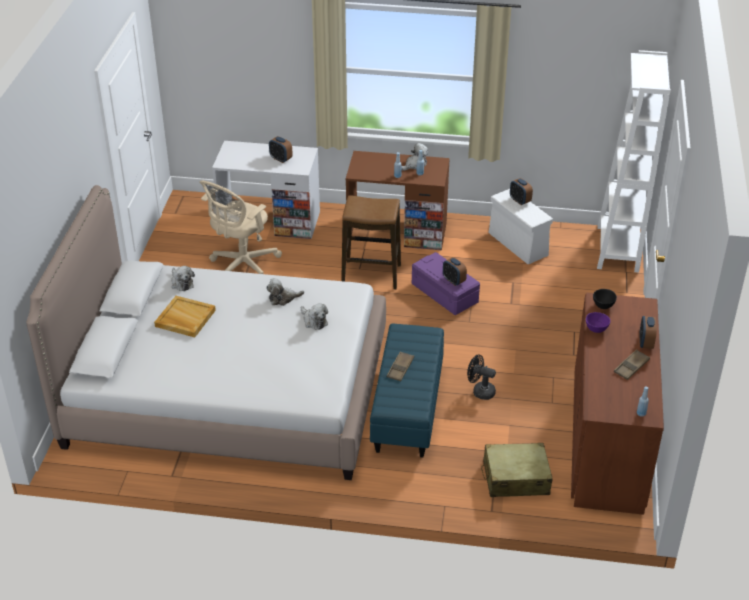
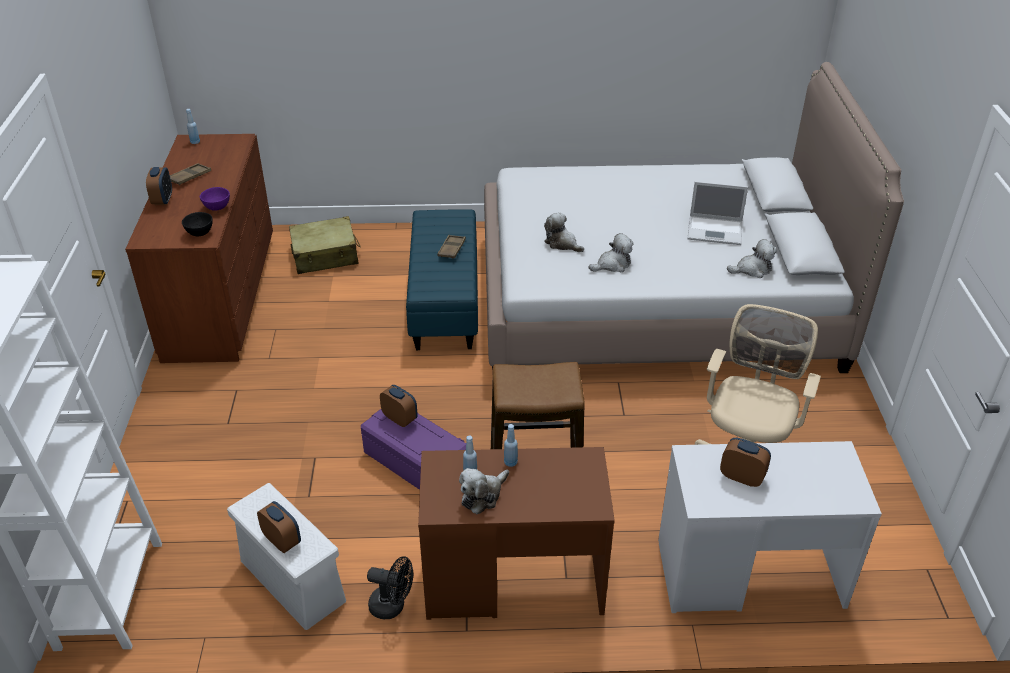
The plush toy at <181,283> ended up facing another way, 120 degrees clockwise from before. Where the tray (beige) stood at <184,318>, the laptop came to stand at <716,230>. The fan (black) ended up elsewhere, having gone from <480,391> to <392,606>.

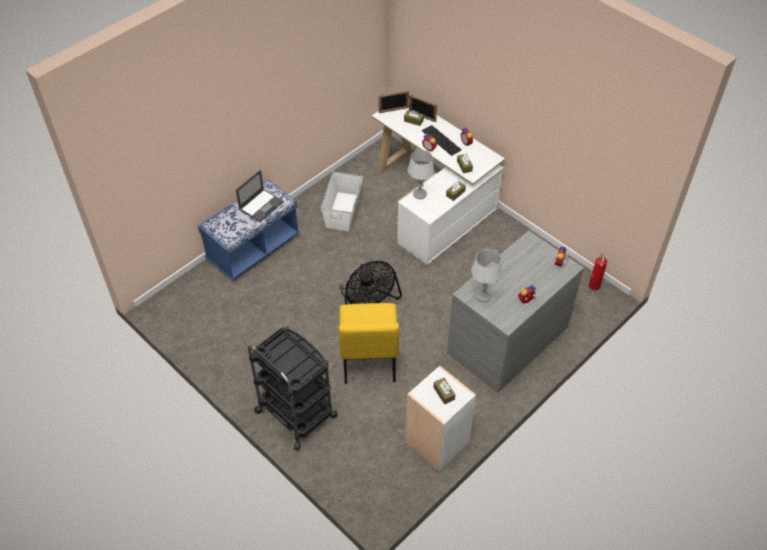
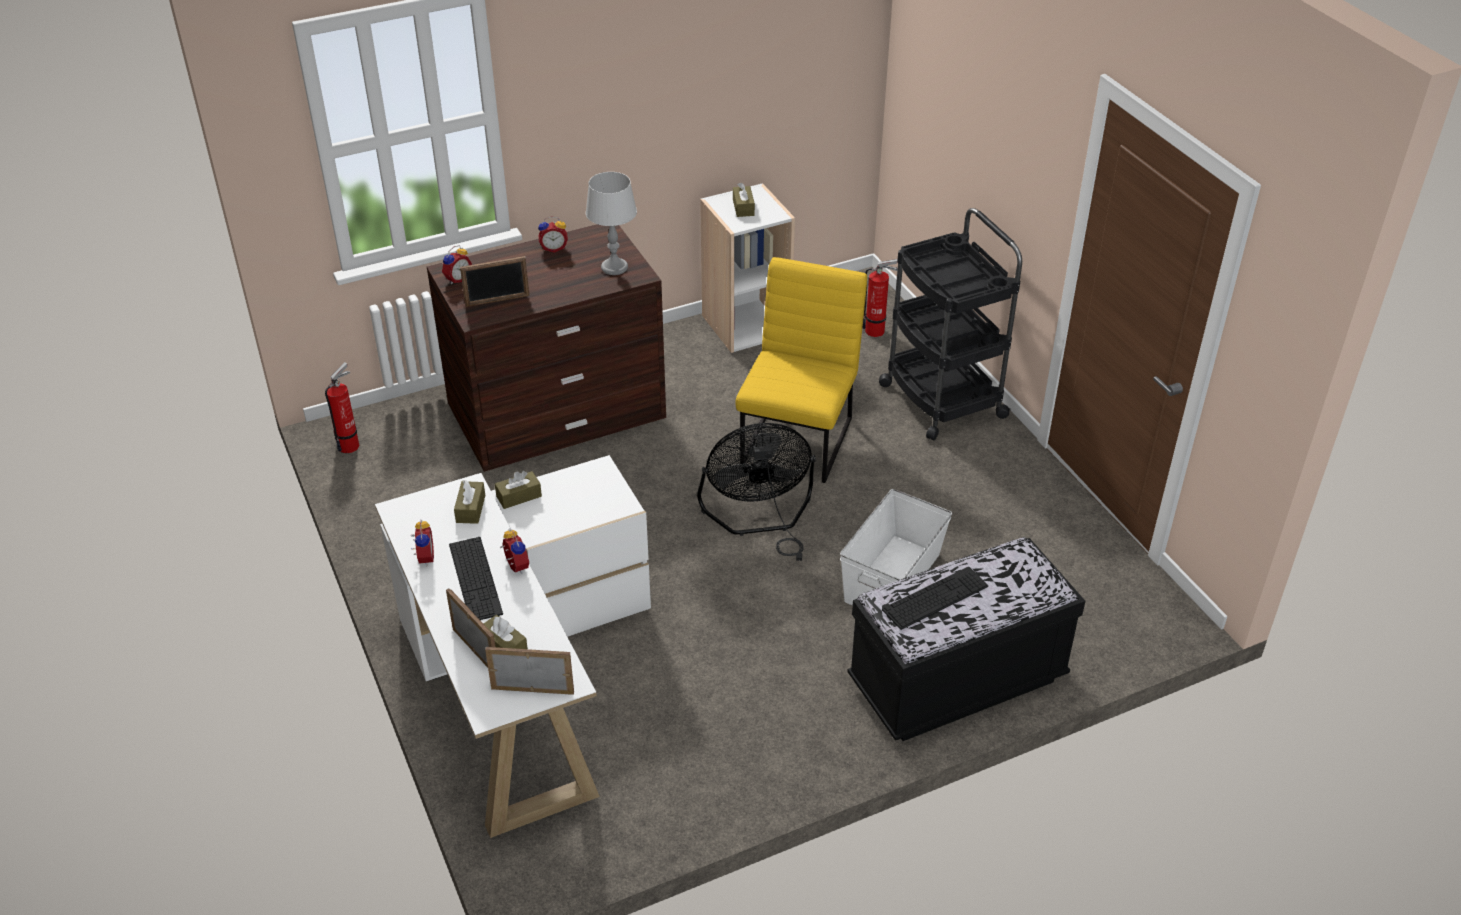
The second view lost the table lamp (grey) at <420,194>. Where the laptop stood at <261,205>, the keyboard came to stand at <935,598>. The storage box (white) ended up elsewhere, having gone from <343,211> to <891,577>. What was the bench (blue) at <253,248> turned into the bench (black) at <957,682>. What was the dresser (grey) at <507,339> turned into the dresser (brown) at <556,410>. The second view gained the picture frame at <497,301>. The second view gained the fire extinguisher at <877,331>.

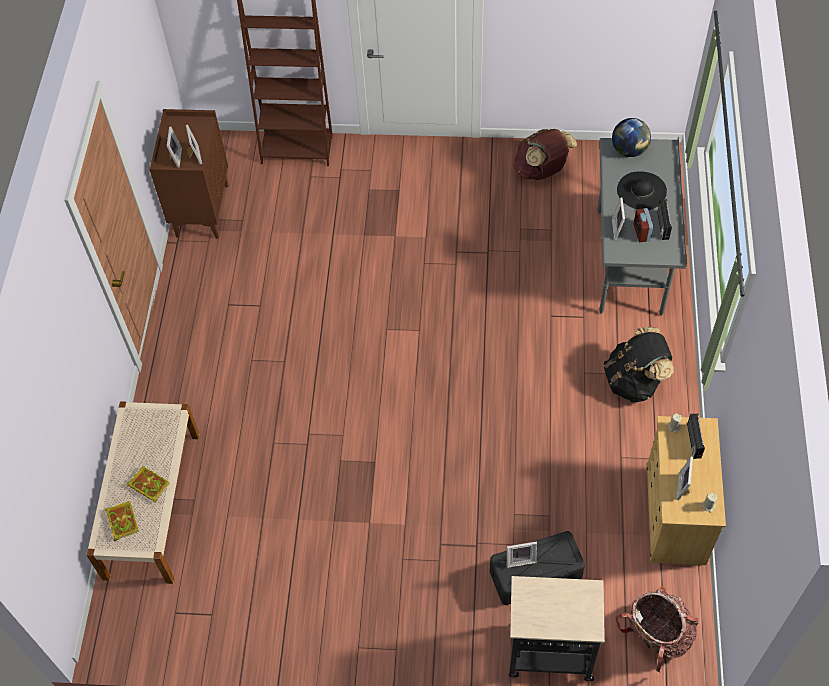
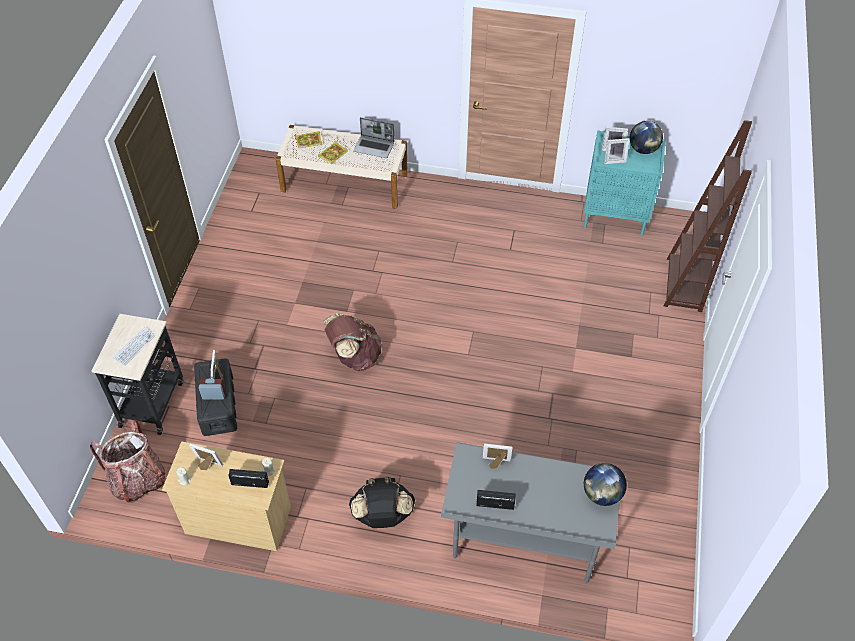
What was the cabinet (brown) at <202,210> turned into the cabinet (turquoise) at <615,218>. The backpack (brown) ended up elsewhere, having gone from <541,171> to <354,356>. The second view lost the hat (black) at <641,190>. The alarm clock ended up elsewhere, having gone from <641,232> to <213,395>. The second view gained the laptop at <374,147>. The second view gained the globe at <643,149>. The second view gained the keyboard at <134,347>.

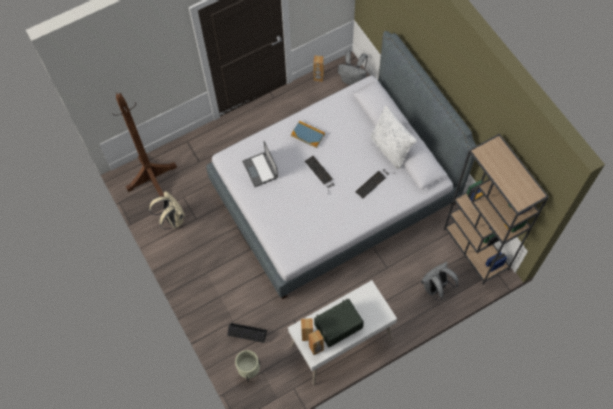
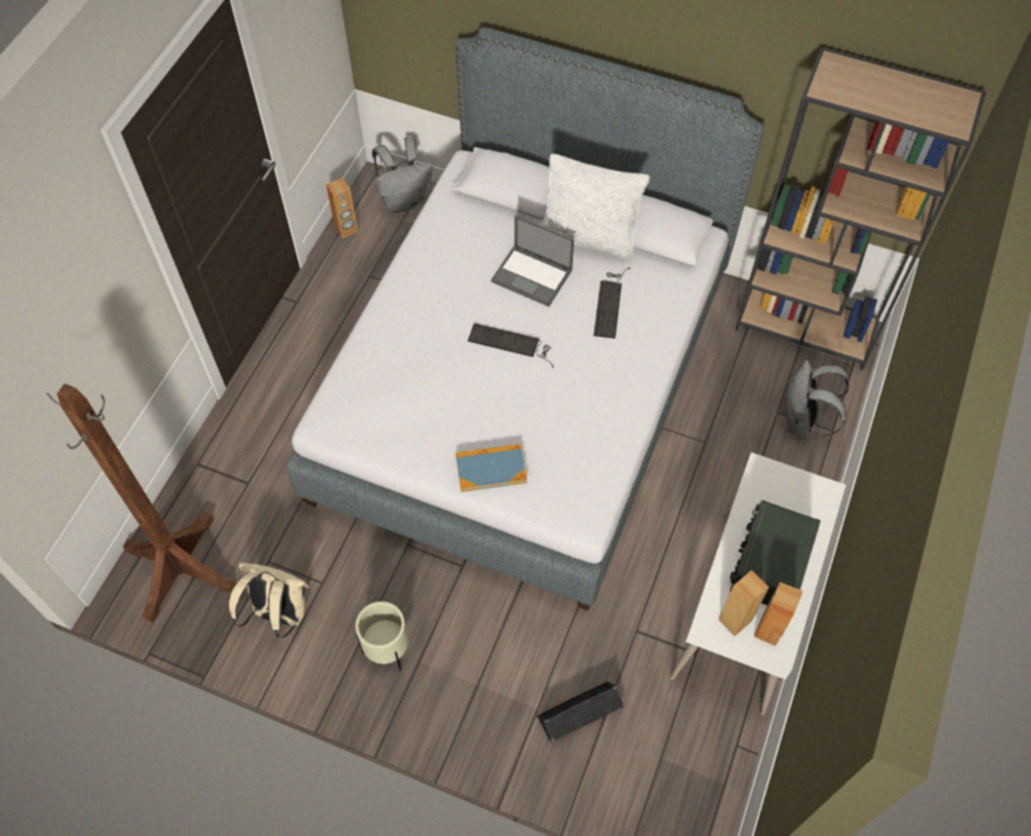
The book ended up elsewhere, having gone from <308,135> to <491,469>. The laptop ended up elsewhere, having gone from <260,170> to <533,276>. The planter (beige) ended up elsewhere, having gone from <249,370> to <388,650>.

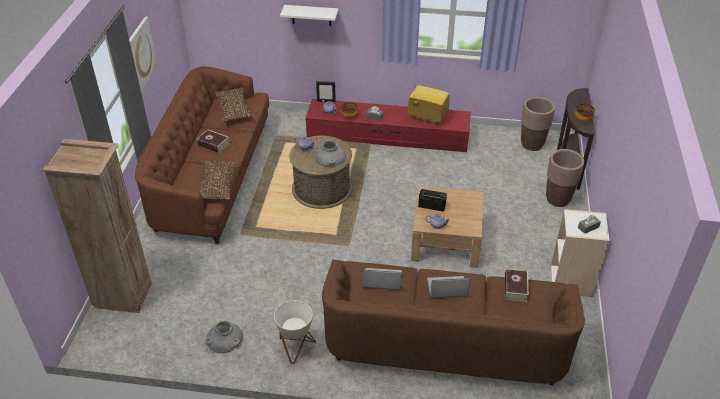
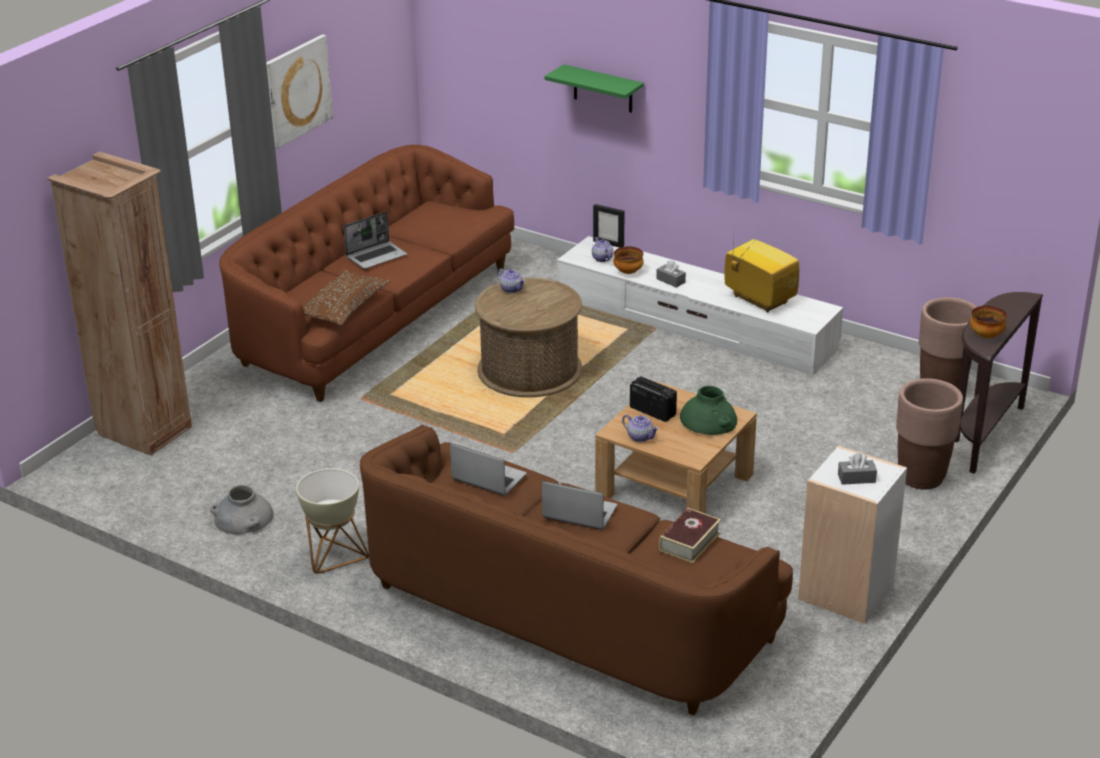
What was the shelf (white) at <311,15> turned into the shelf (green) at <603,89>. The second view lost the pillow (brown) at <234,109>. What was the tv stand (red) at <388,135> turned into the tv stand (white) at <695,322>. Where the book stood at <213,144>, the laptop came to stand at <376,256>. The second view lost the vase (grey) at <330,157>. The second view gained the vase (green) at <708,420>.

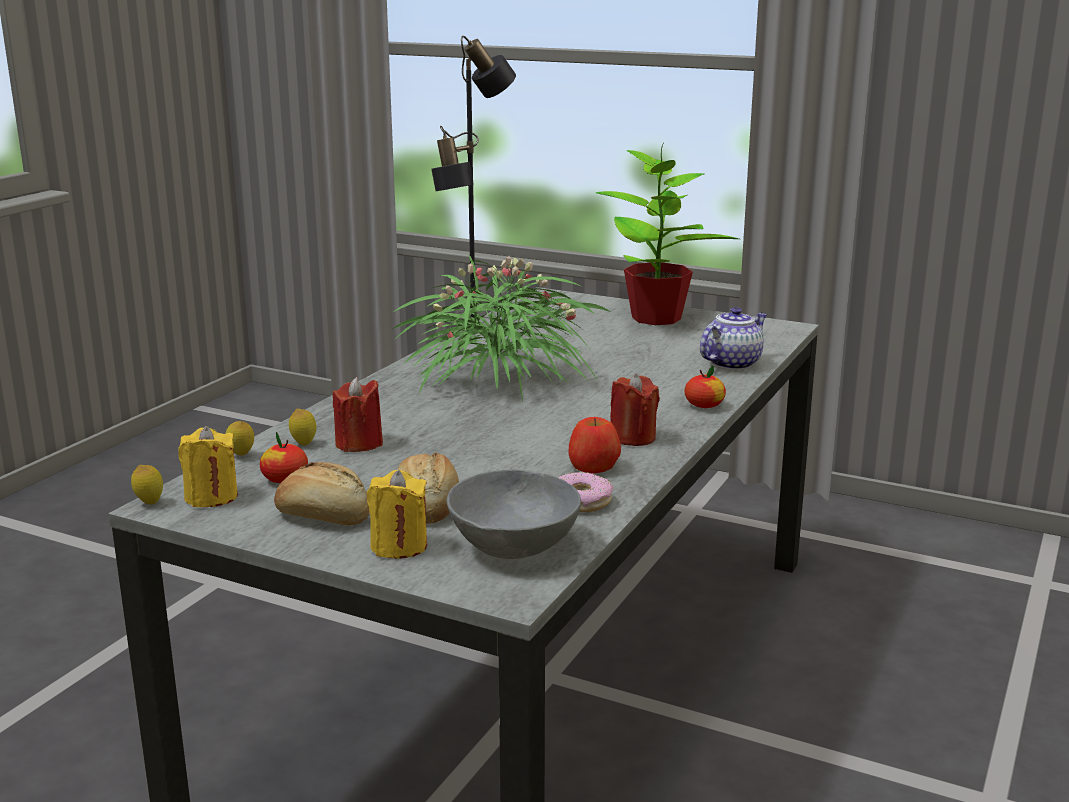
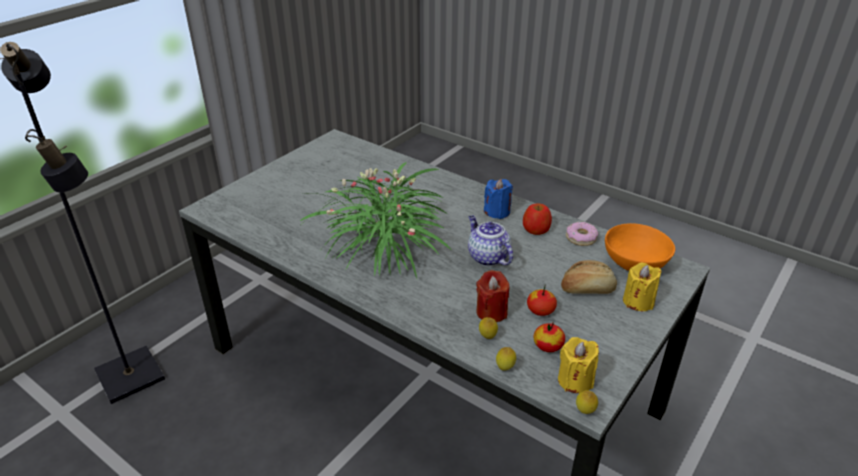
The second view lost the potted plant at <657,318>. The teapot ended up elsewhere, having gone from <732,363> to <487,257>. The apple ended up elsewhere, having gone from <704,405> to <540,310>. What was the candle (red) at <632,437> turned into the candle (blue) at <497,212>. The second view lost the bread at <324,516>. What was the bowl (grey) at <514,547> turned into the bowl (orange) at <634,264>.

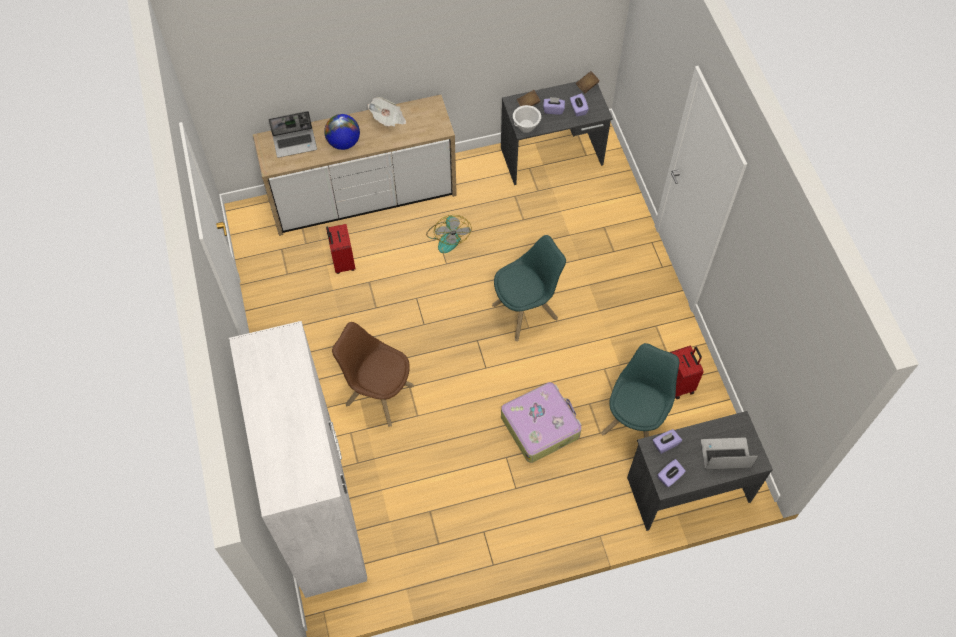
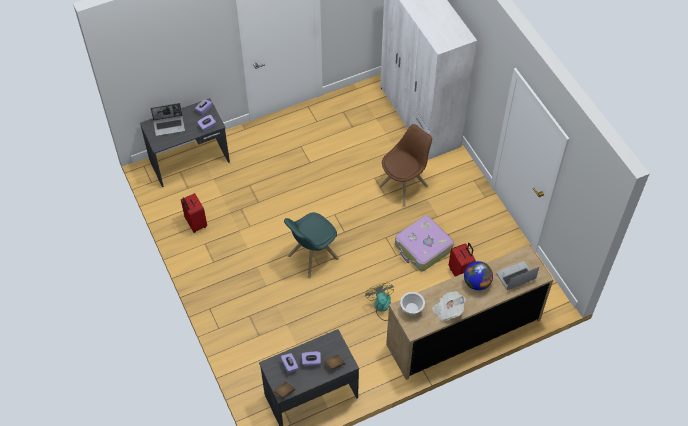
The bowl (white) ended up elsewhere, having gone from <526,127> to <412,309>. The chair (brown) at <379,395> ended up facing another way, 60 degrees counterclockwise from before. The second view lost the chair (turquoise) at <635,422>. The suitcase ended up elsewhere, having gone from <540,425> to <423,248>.

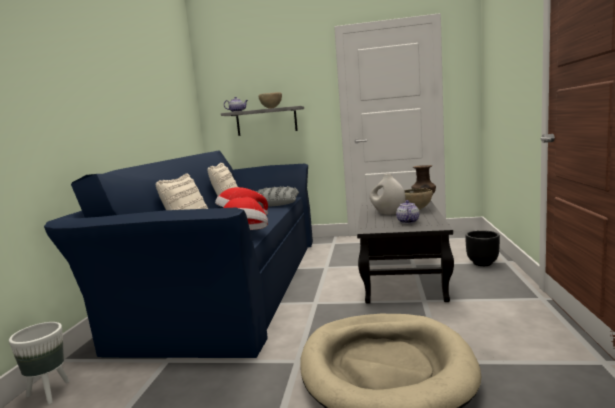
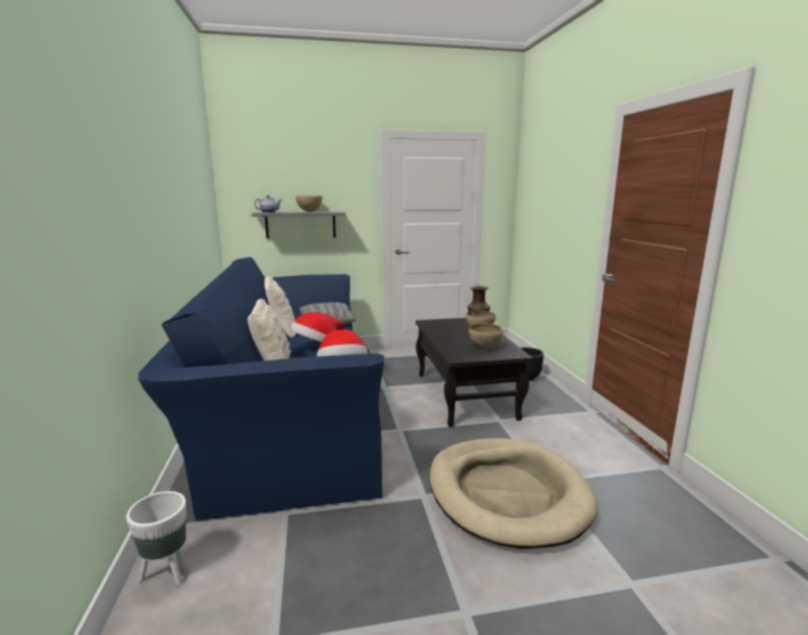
The second view lost the vase (white) at <387,213>. Where the teapot stood at <407,221>, the bowl (brown) came to stand at <484,347>.

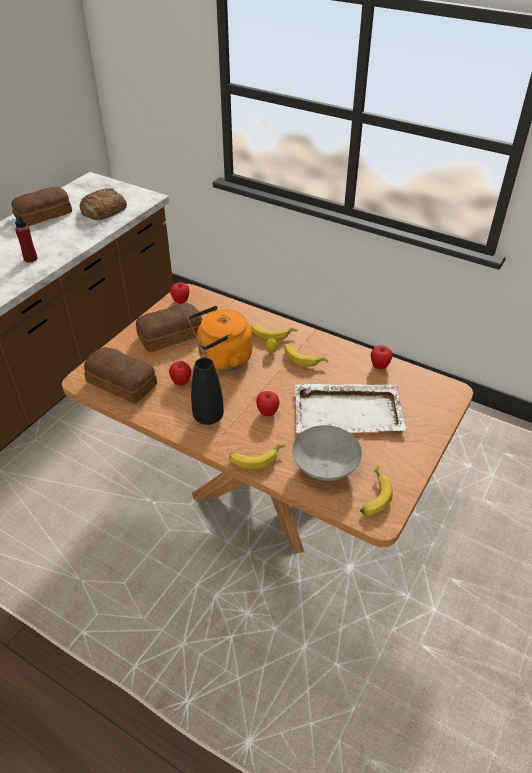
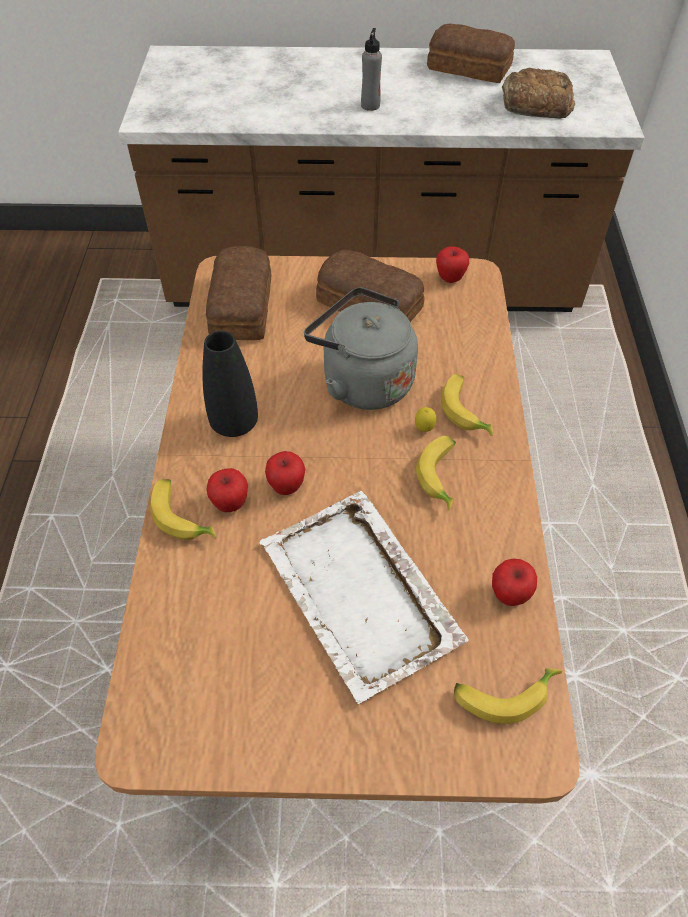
What was the bottle (red) at <30,259> turned into the bottle (grey) at <370,105>. What was the kettle (orange) at <222,359> turned into the kettle (grey) at <362,381>. The apple ended up elsewhere, having gone from <181,382> to <230,503>. The second view lost the bowl (grey) at <326,468>. The banana ended up elsewhere, having gone from <373,496> to <503,693>.

